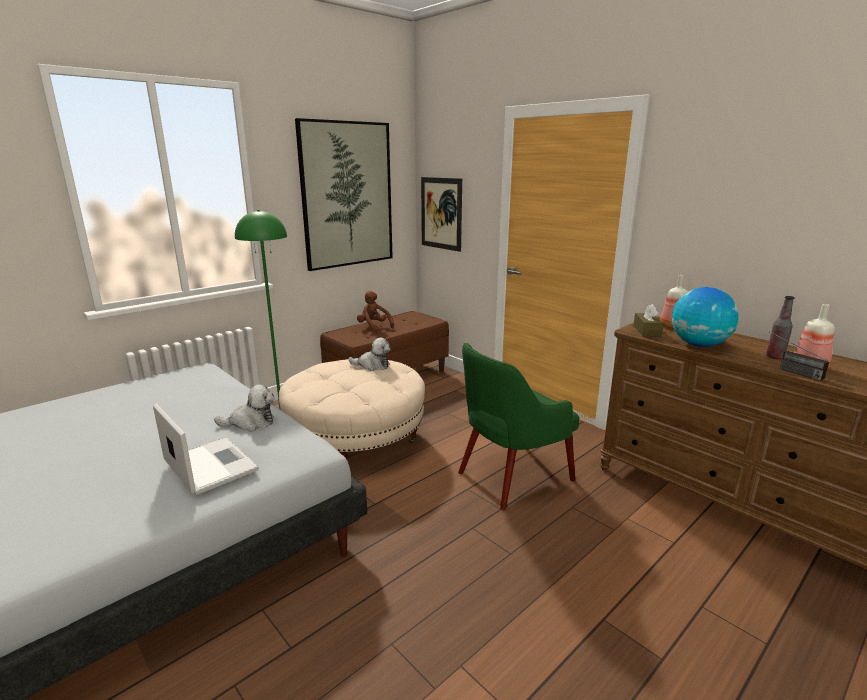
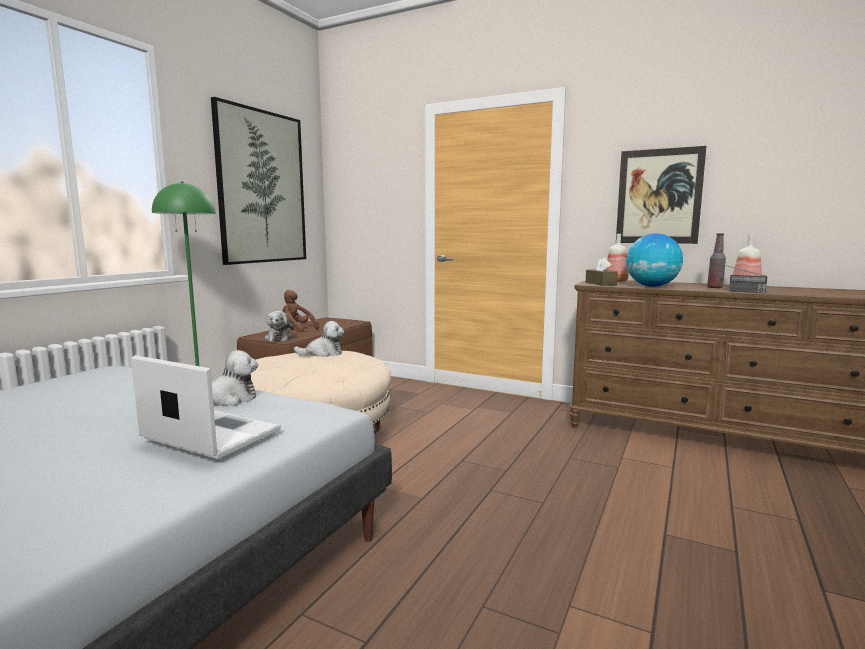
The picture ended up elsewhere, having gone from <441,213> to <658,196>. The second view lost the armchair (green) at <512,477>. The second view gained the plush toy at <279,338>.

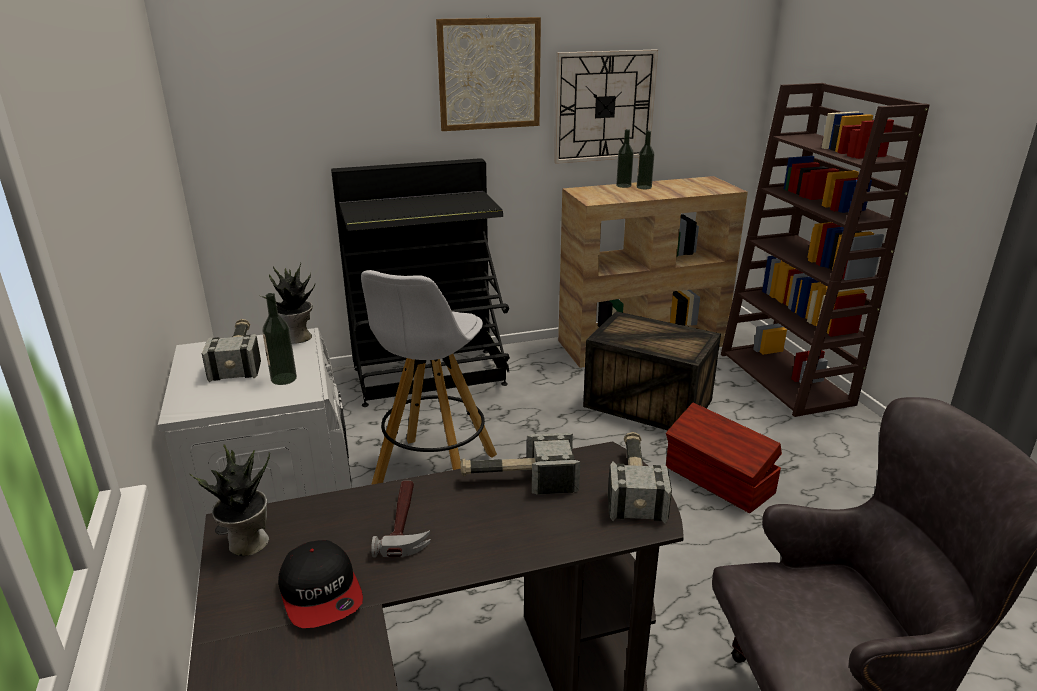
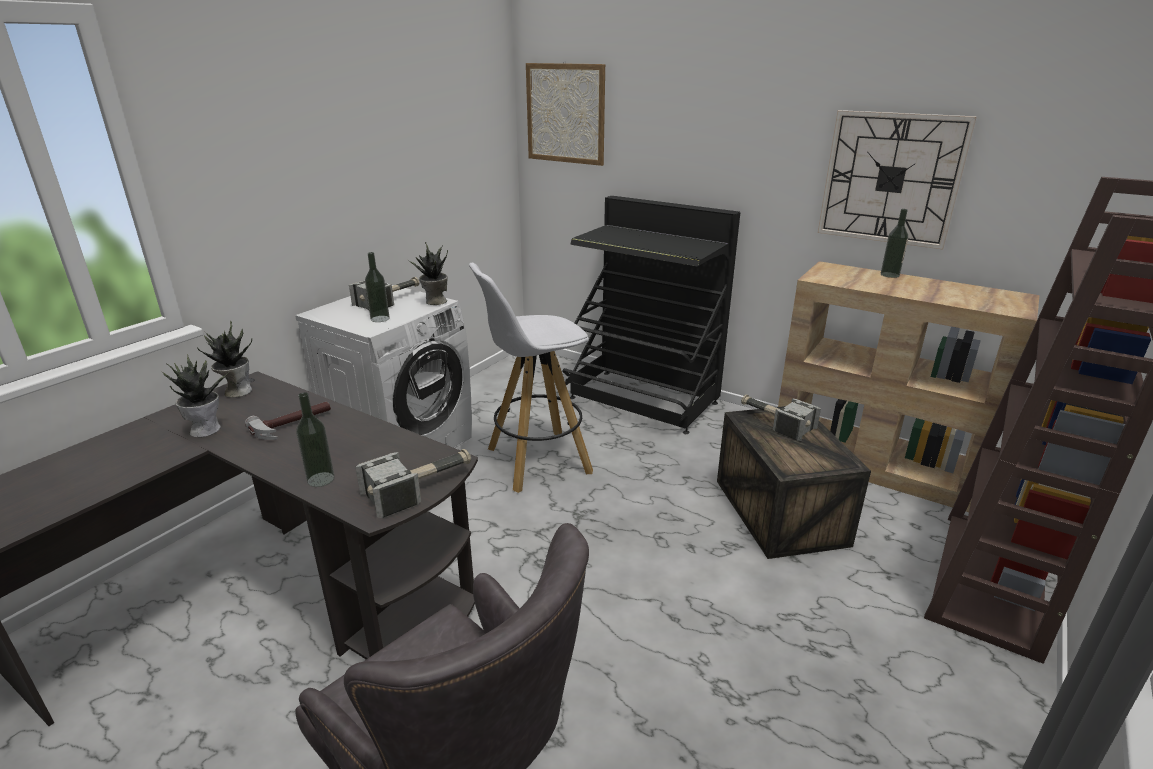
The picture ended up elsewhere, having gone from <489,73> to <565,112>. The bottle ended up elsewhere, having gone from <644,187> to <321,479>. The second view lost the storage box (brown) at <719,481>. The hammer ended up elsewhere, having gone from <518,479> to <774,421>. Where the cap stood at <321,593>, the potted plant came to stand at <206,429>.

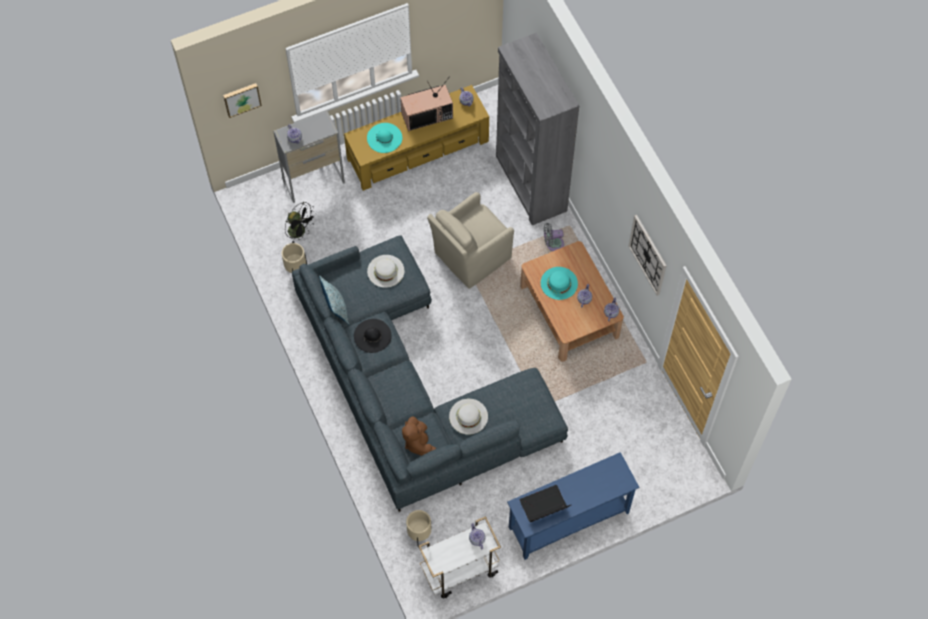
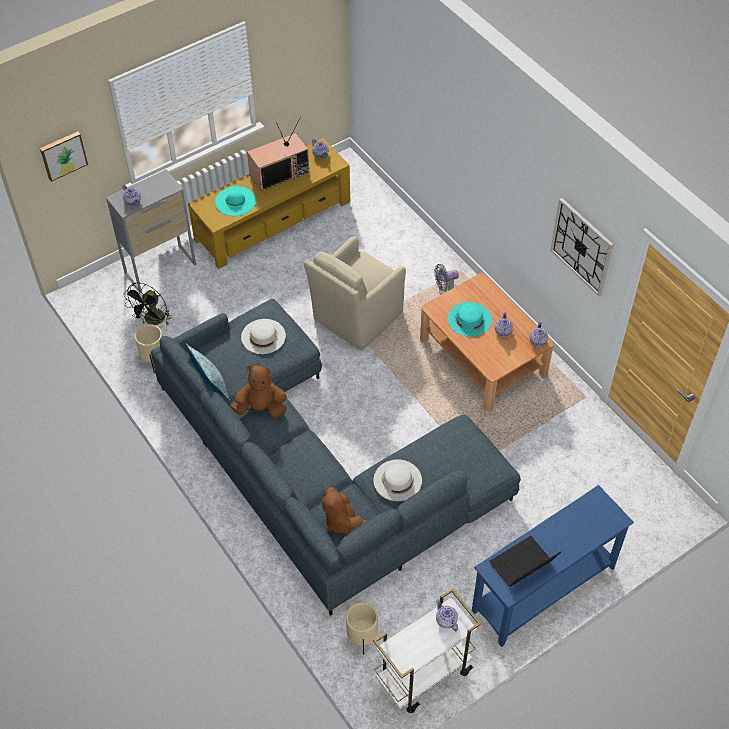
The second view lost the bookcase (grey) at <530,184>. The fan (black) at <300,232> ended up facing another way, 90 degrees clockwise from before. Where the hat (black) stood at <372,335>, the plush toy (brown) came to stand at <261,408>.

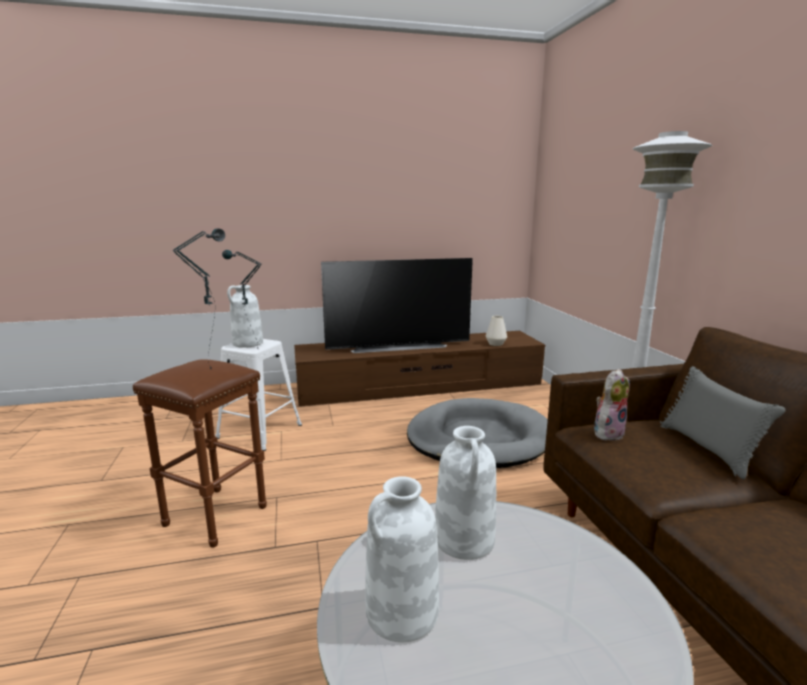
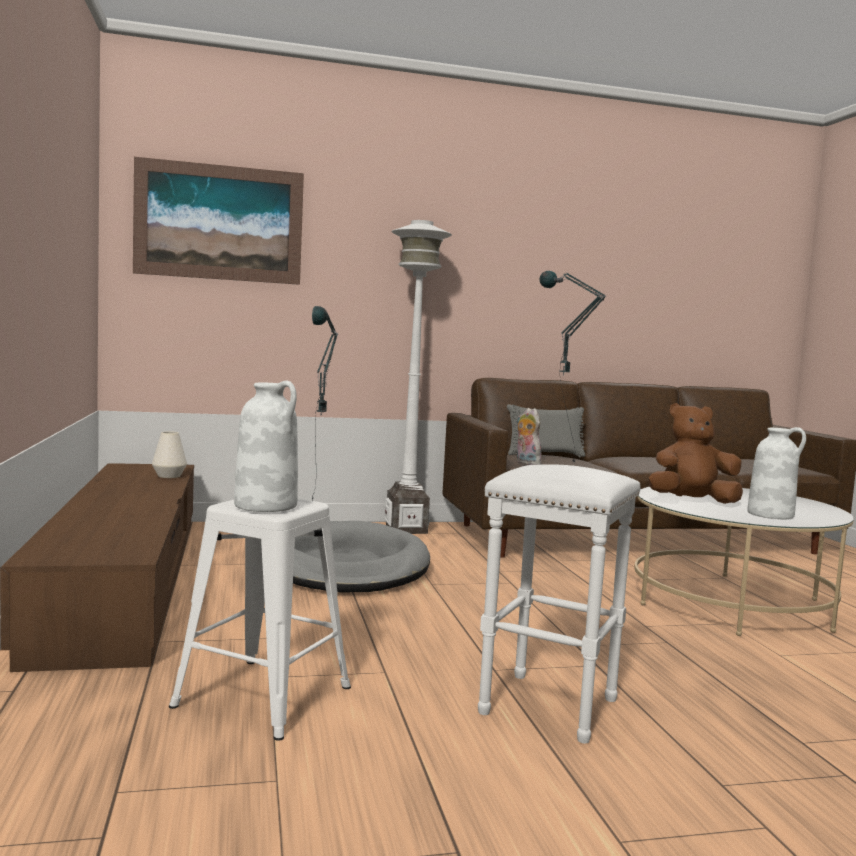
The second view lost the television at <398,346>. What was the stool (brown) at <218,515> turned into the stool (white) at <547,704>. Where the vase (white) stood at <465,540>, the plush toy (brown) came to stand at <691,501>. The second view gained the picture at <219,222>.

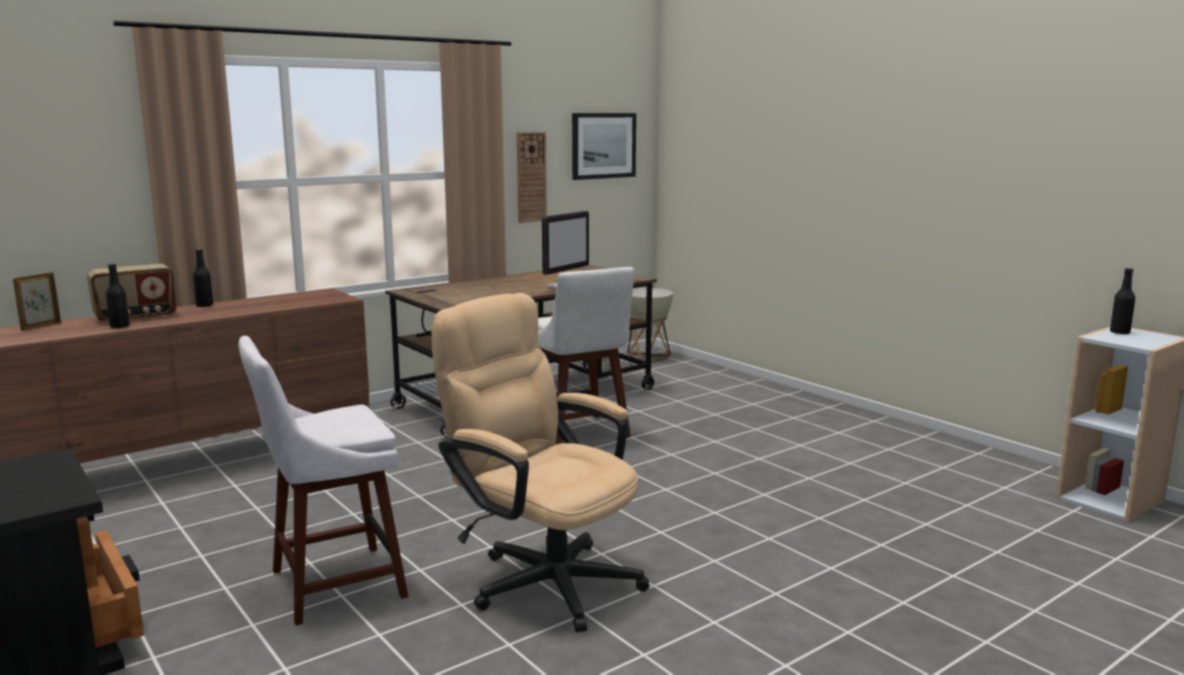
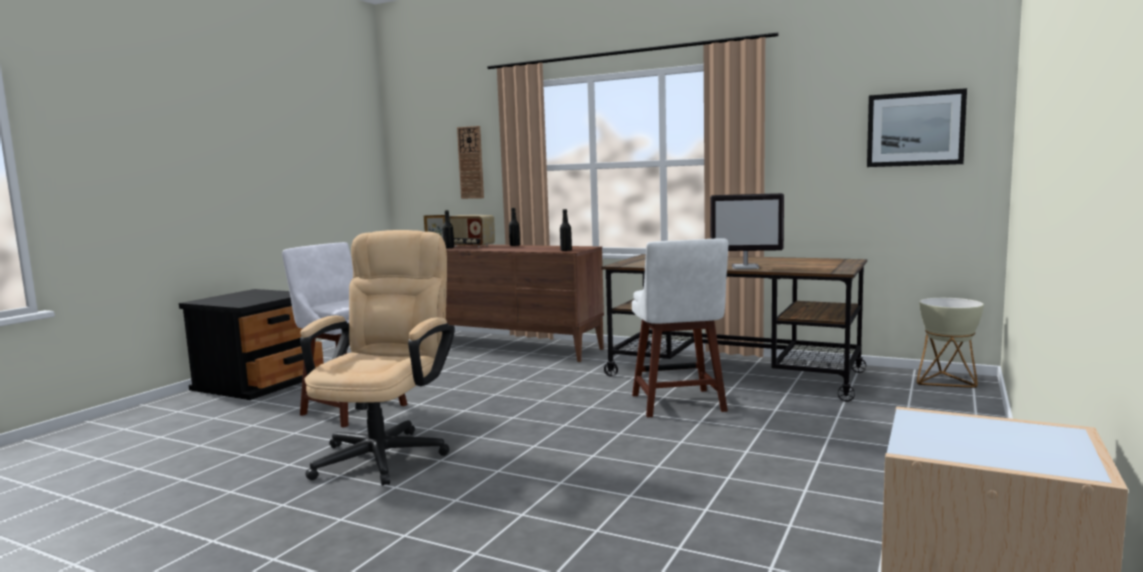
The wall clock ended up elsewhere, having gone from <531,177> to <471,162>. The chair (white) at <580,434> ended up facing another way, 45 degrees counterclockwise from before. The bottle (black) ended up elsewhere, having gone from <1119,332> to <566,250>.

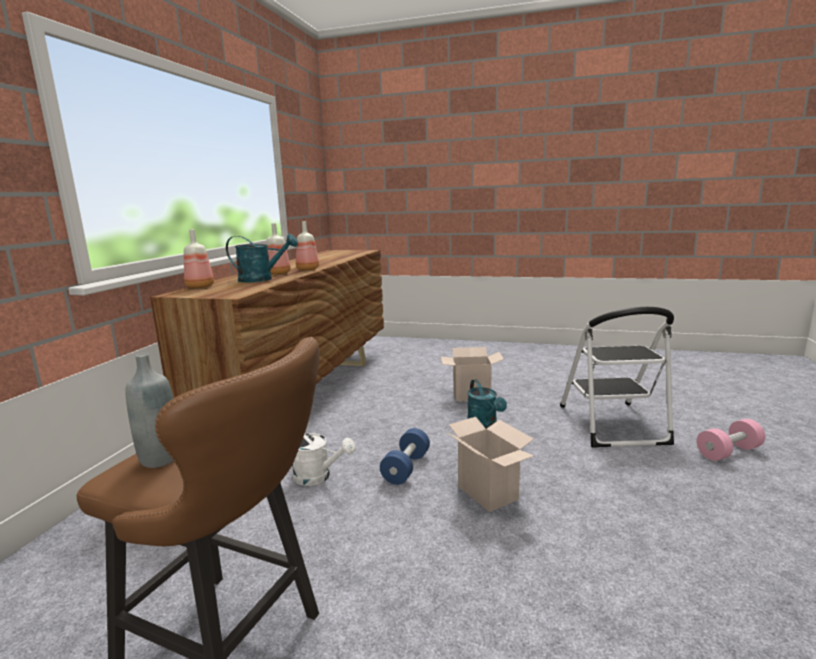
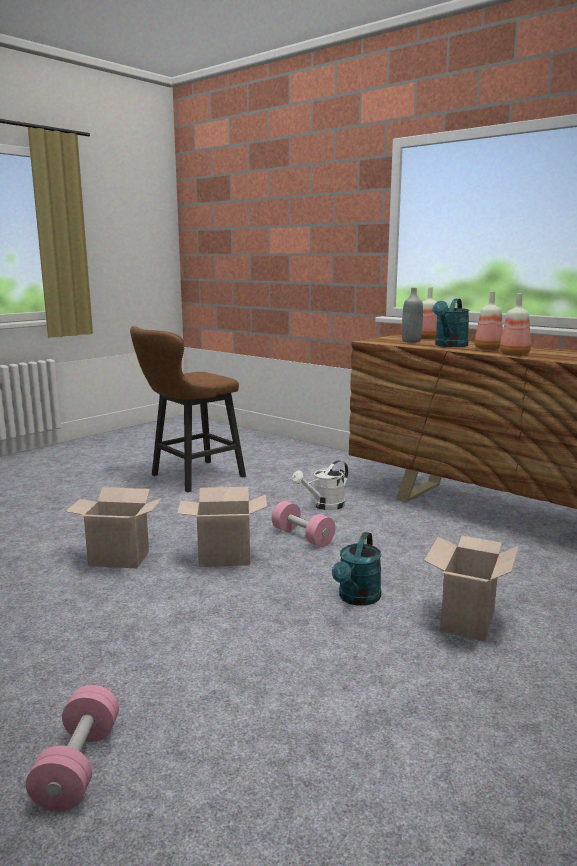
The second view lost the step ladder at <613,425>. The bottle (grey) ended up elsewhere, having gone from <160,459> to <411,341>. The watering can (turquoise) at <485,425> ended up facing another way, 75 degrees counterclockwise from before. What was the dumbbell (blue) at <406,468> turned into the dumbbell (pink) at <302,537>. The second view gained the cardboard box at <117,559>.

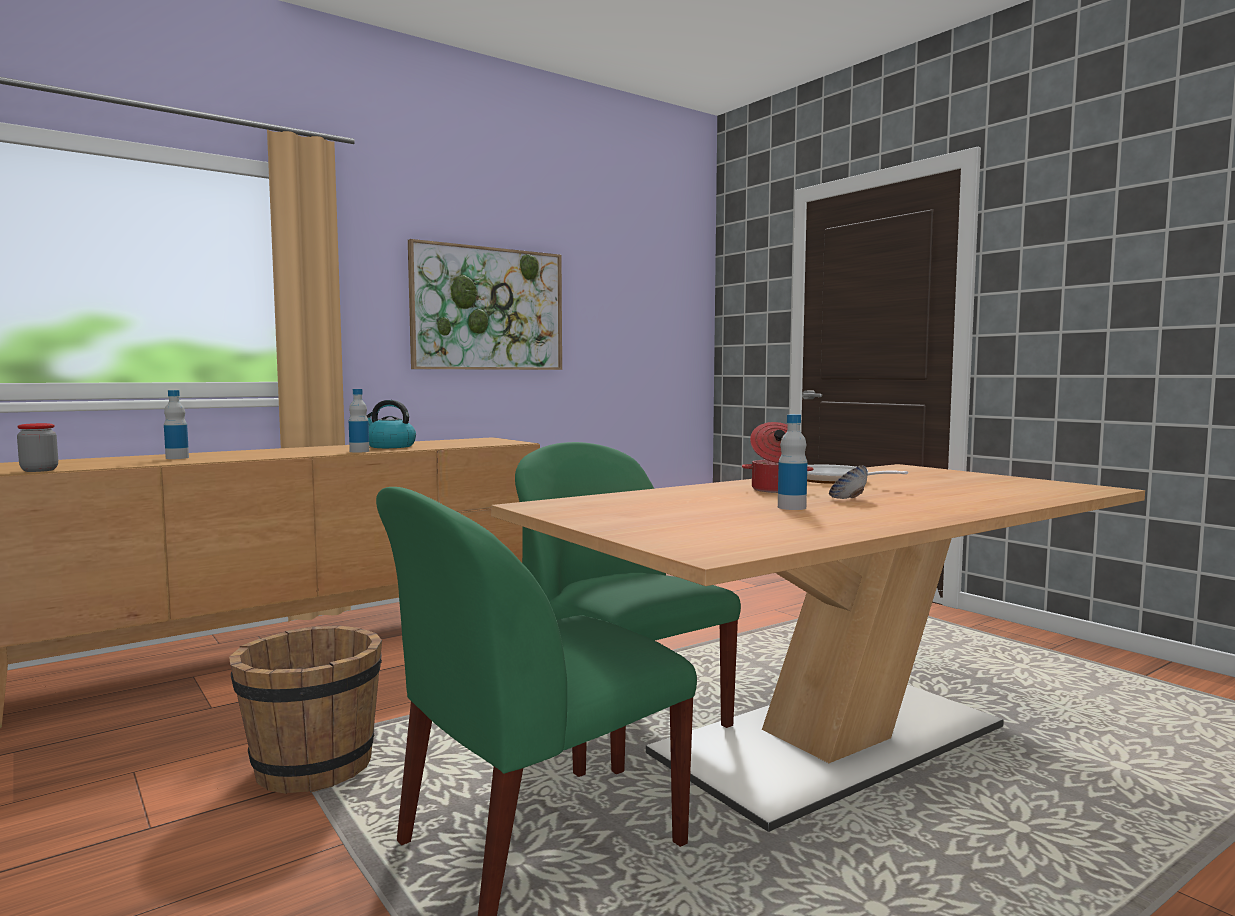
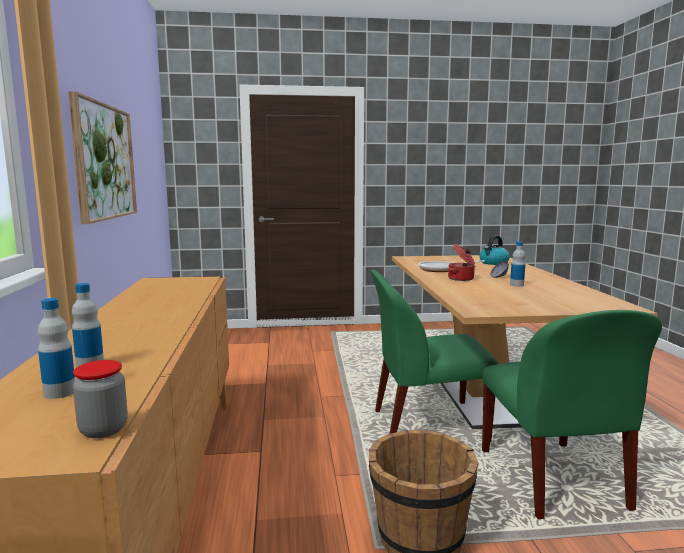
The bottle ended up elsewhere, having gone from <359,451> to <60,392>. The kettle ended up elsewhere, having gone from <389,446> to <493,263>.

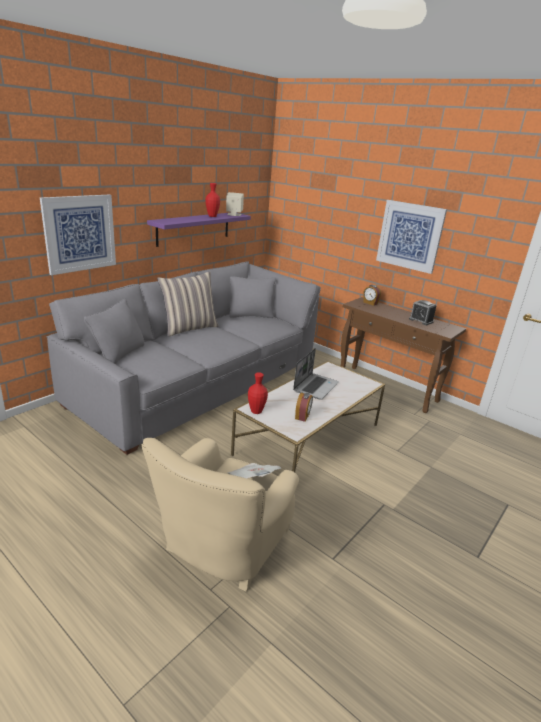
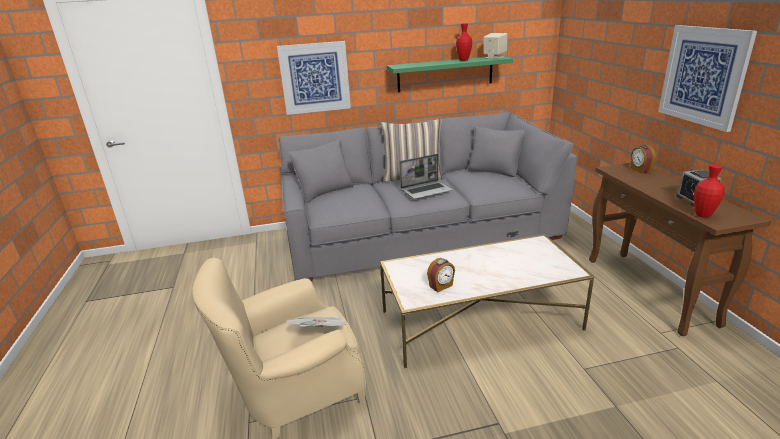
What was the shelf (purple) at <194,228> turned into the shelf (green) at <445,74>. The laptop ended up elsewhere, having gone from <315,387> to <426,190>. The vase (red) ended up elsewhere, having gone from <256,411> to <702,215>.

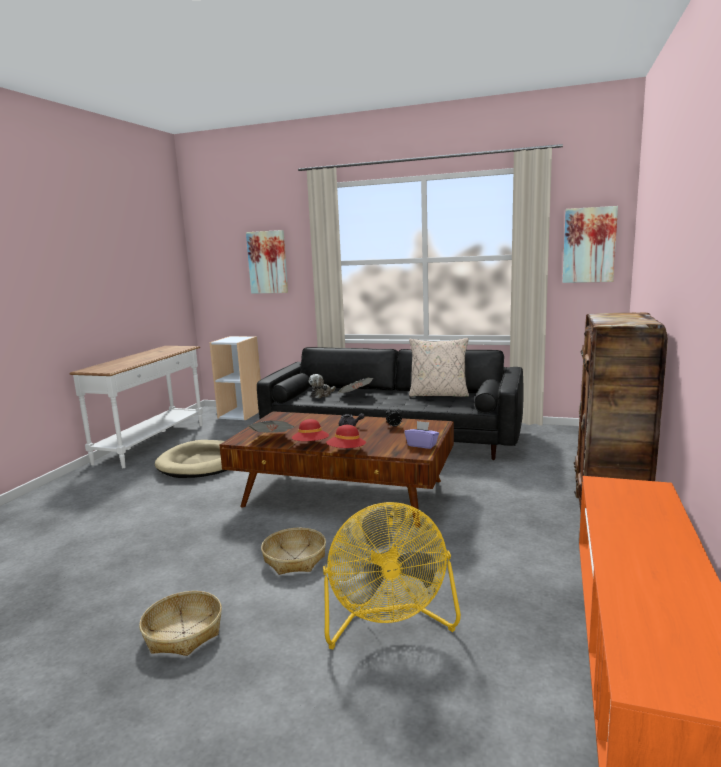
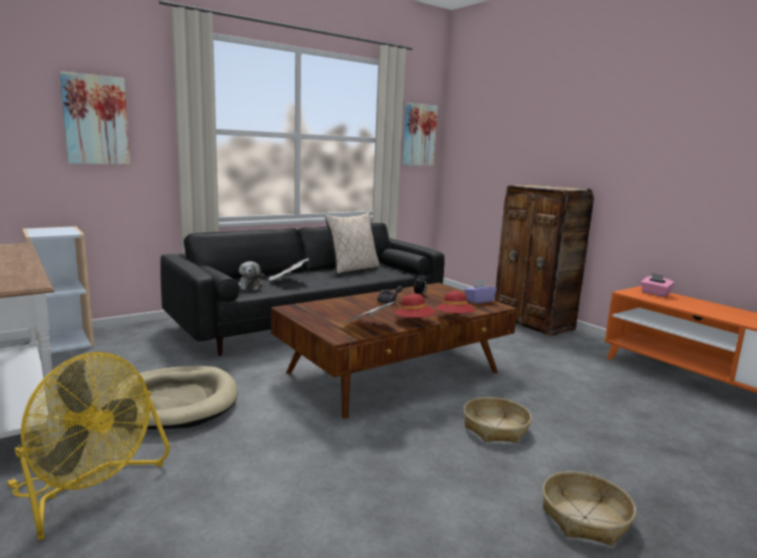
The fan (yellow) ended up elsewhere, having gone from <383,623> to <84,491>. The second view gained the tissue box (pink) at <655,293>.

